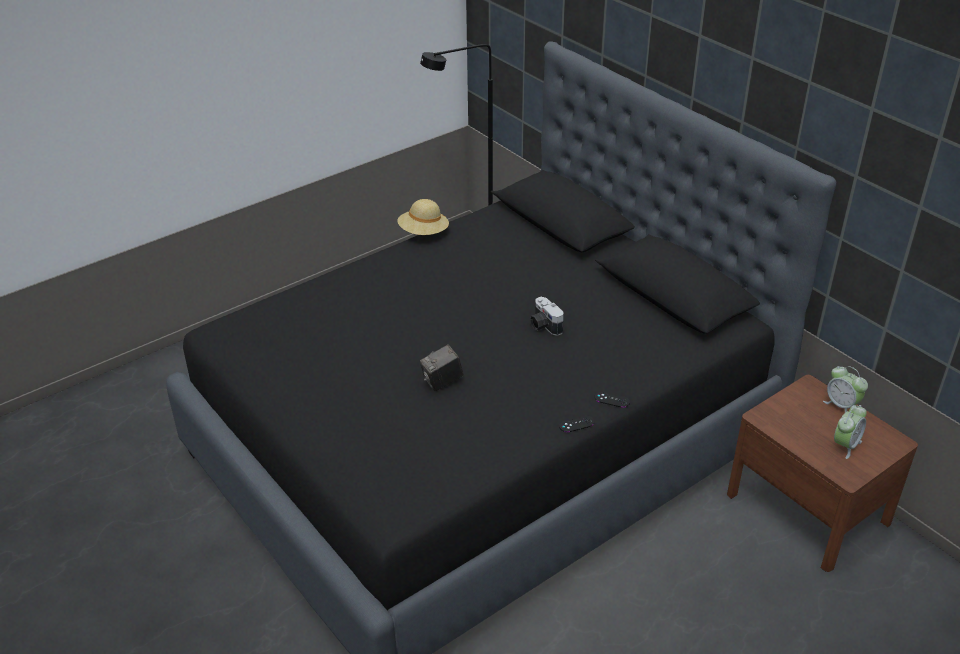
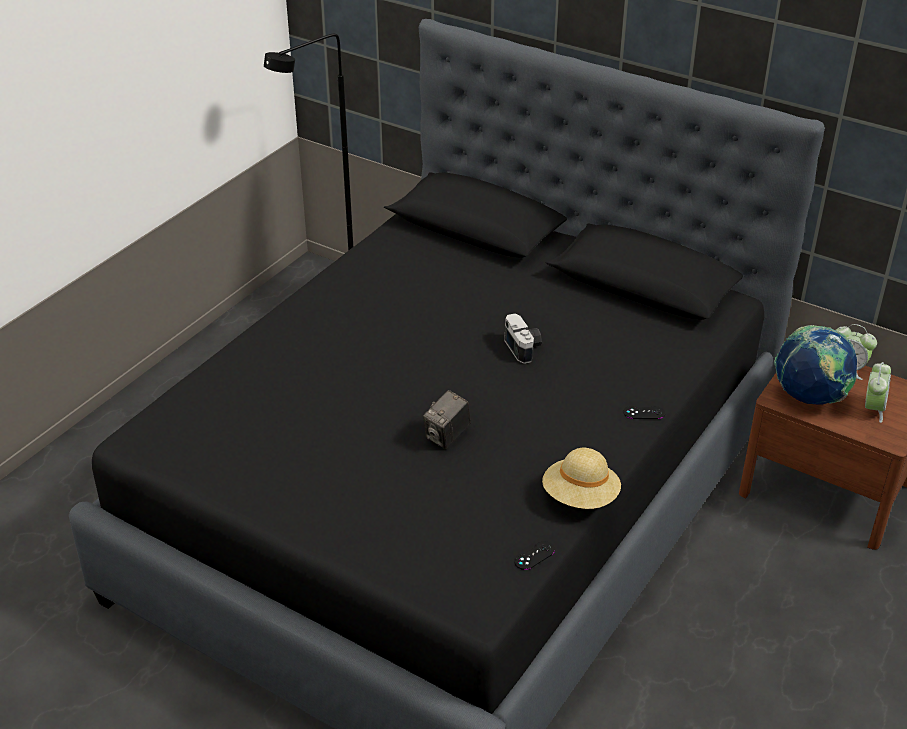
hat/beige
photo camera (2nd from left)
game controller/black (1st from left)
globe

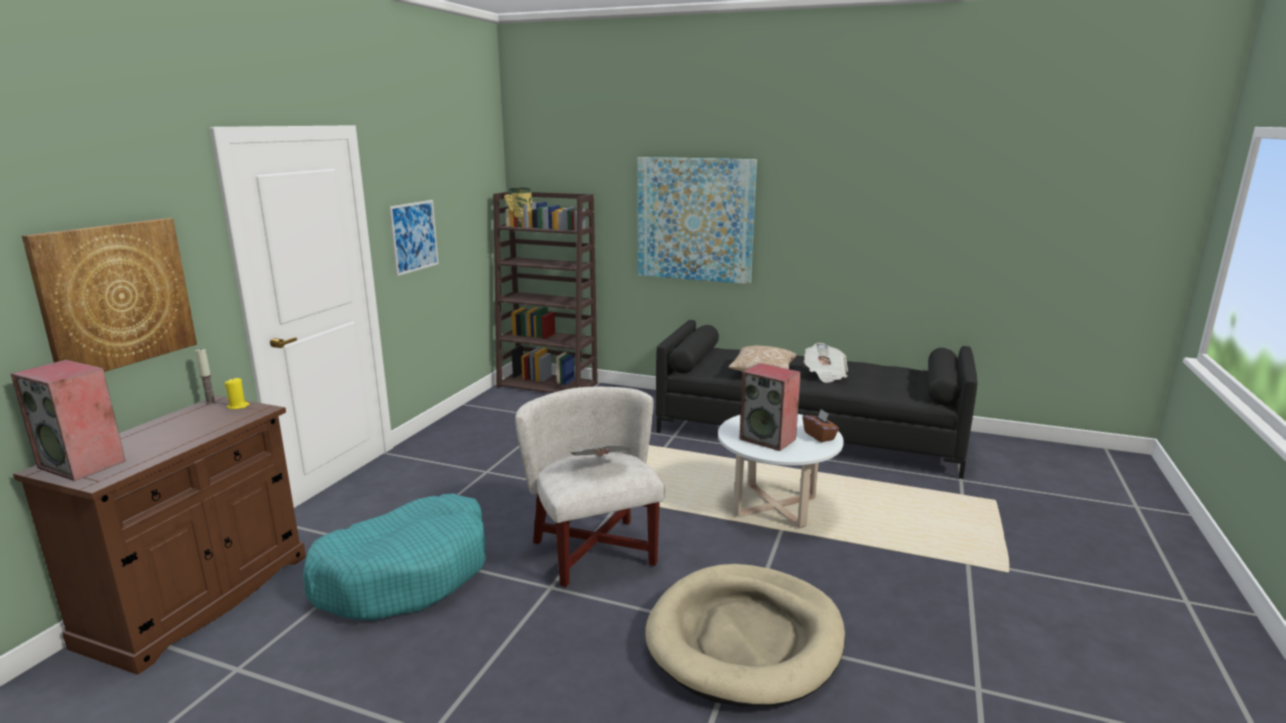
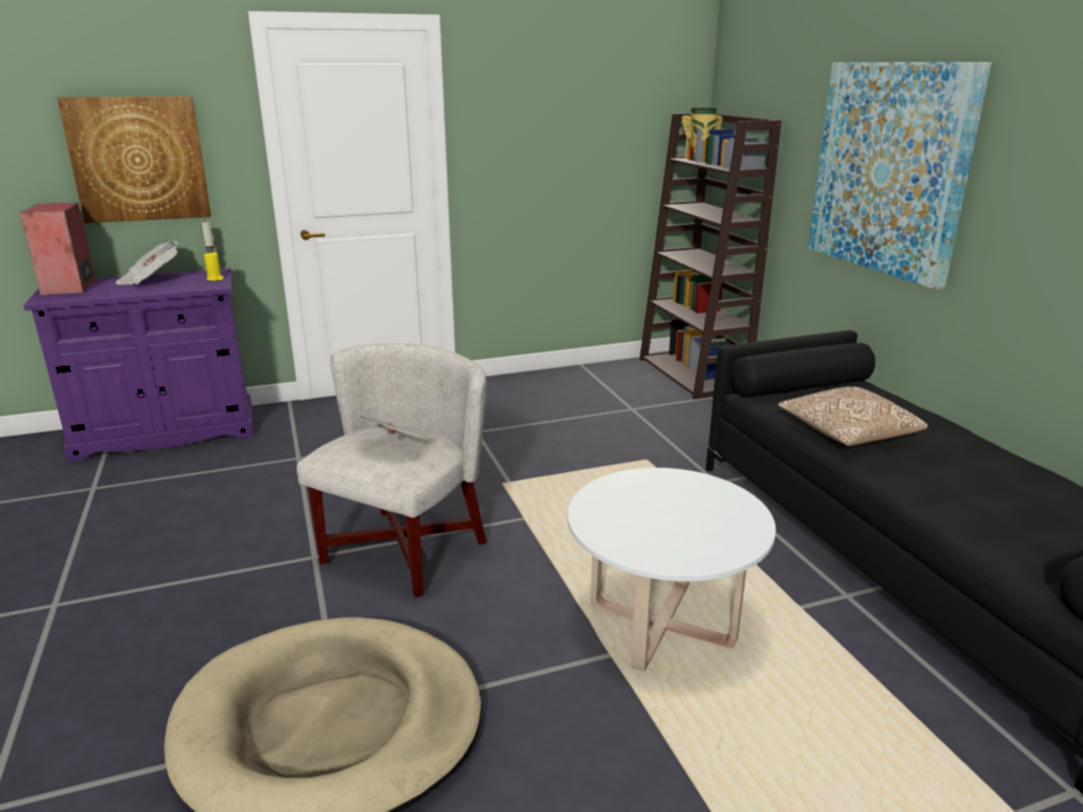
picture (2nd from left in the first image)
newspaper (1st from left)
speaker (2nd from left in the first image)
cabinet/purple
tissue box/brown
dog bed/turquoise

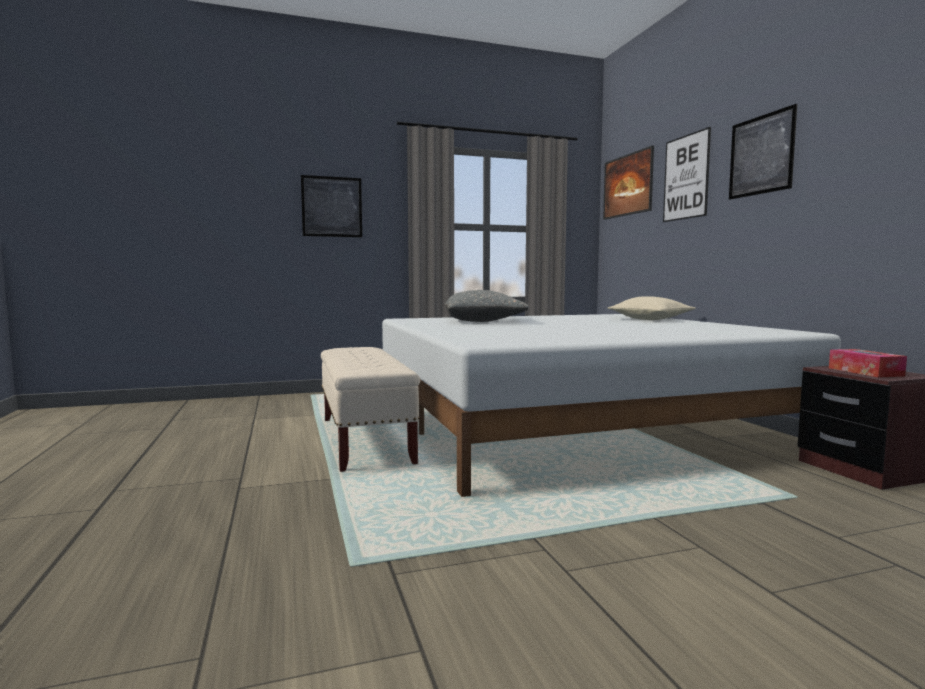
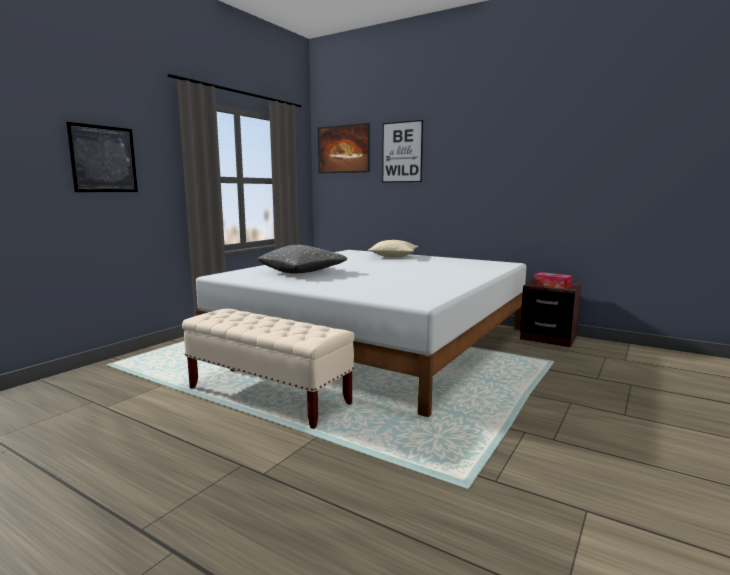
picture (4th from left in the first image)

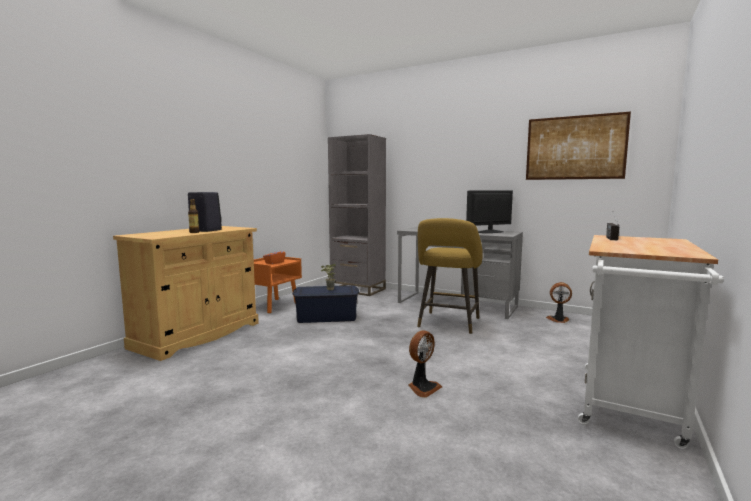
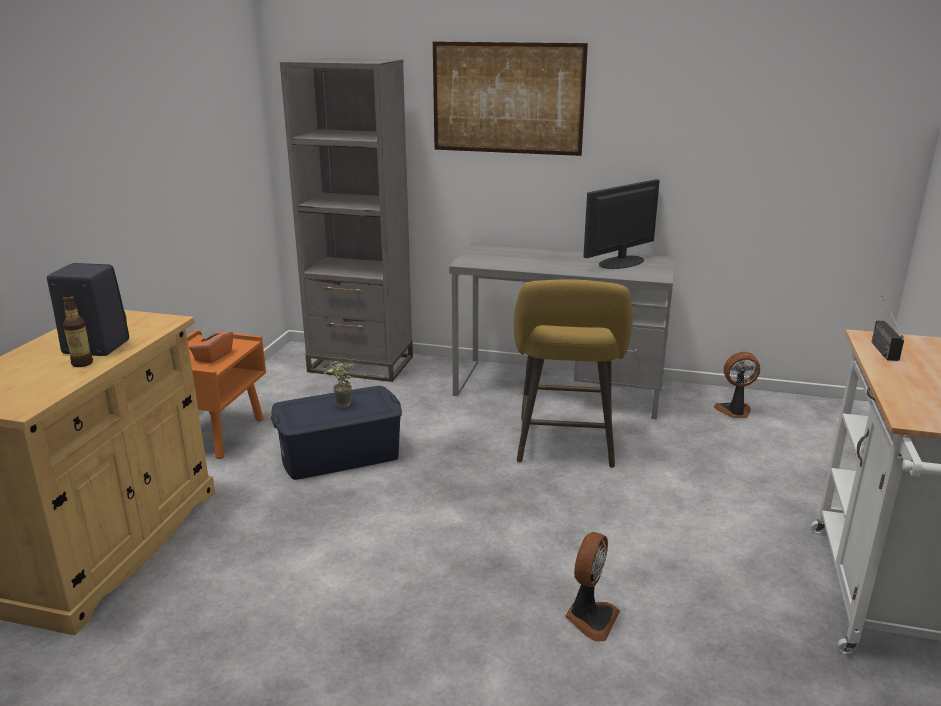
picture

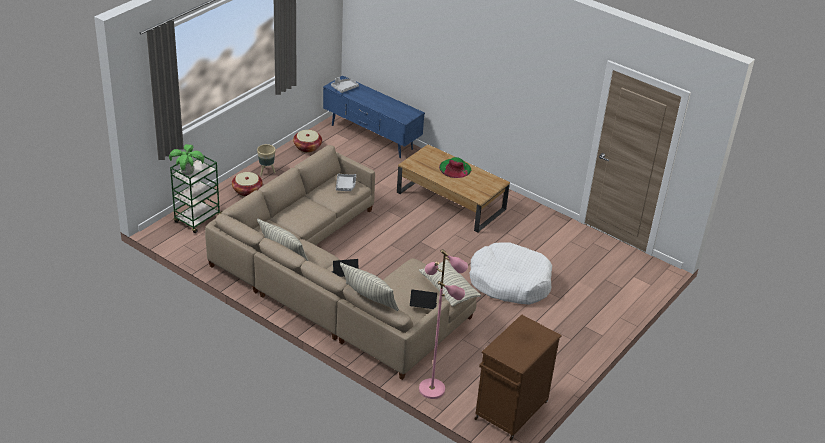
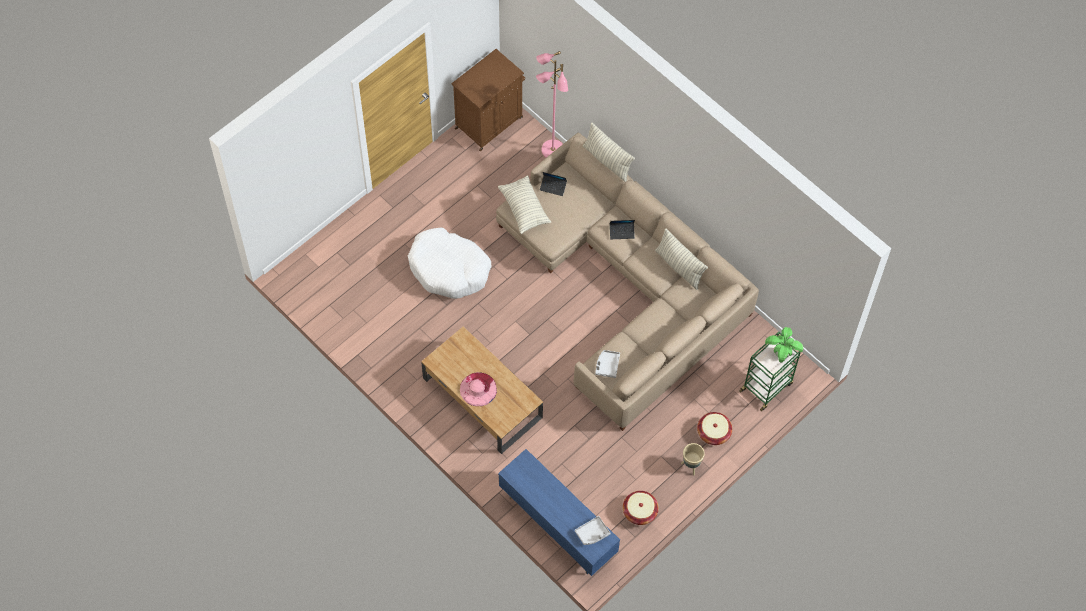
hat/pink

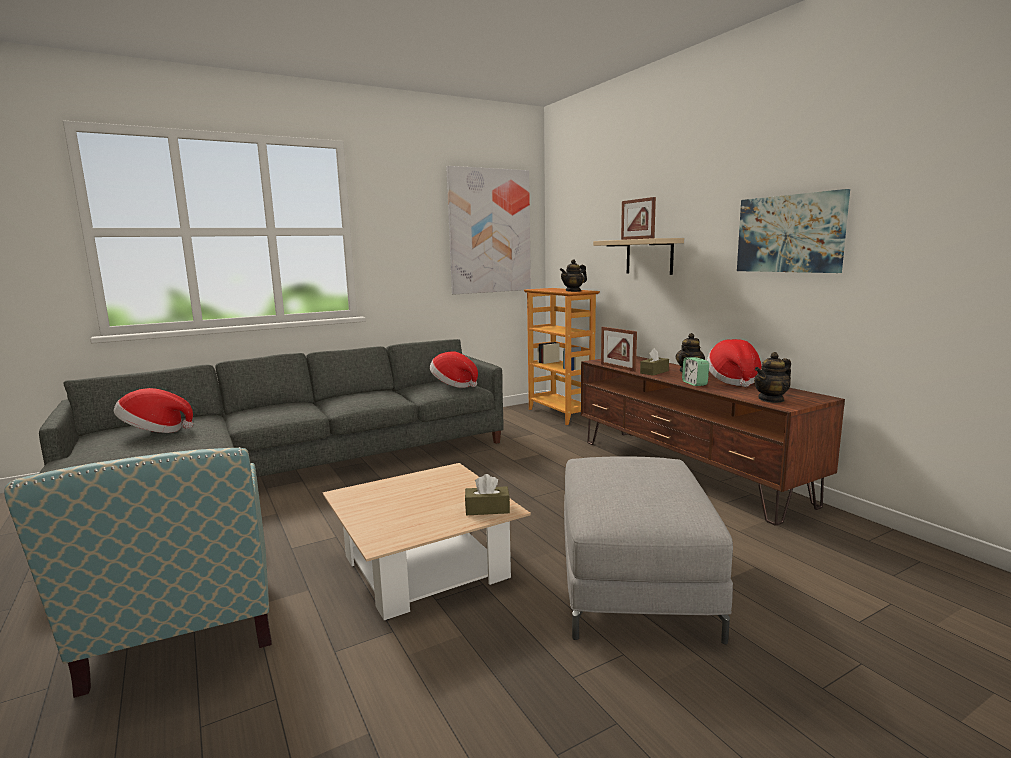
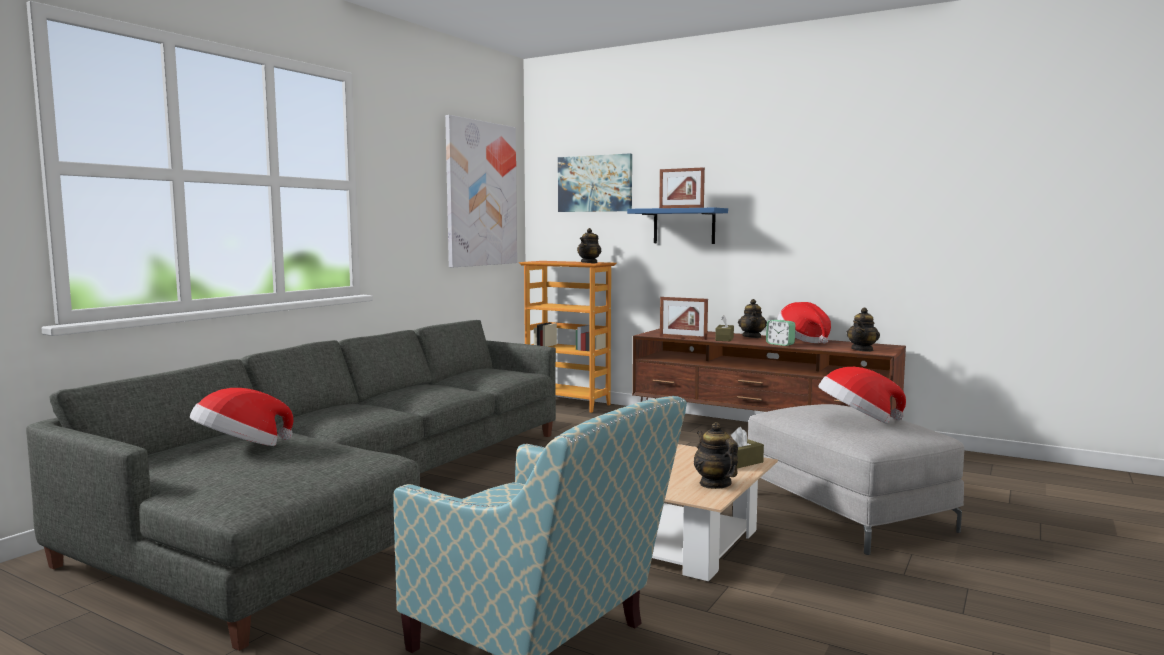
picture (2nd from left)
shelf/blue
hat (3rd from left)
teapot (2nd from left)

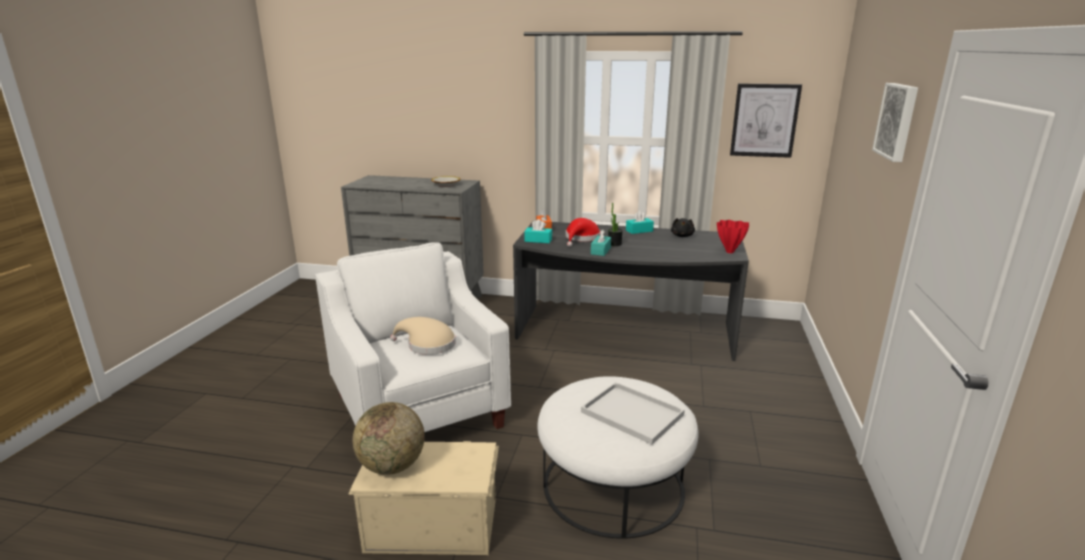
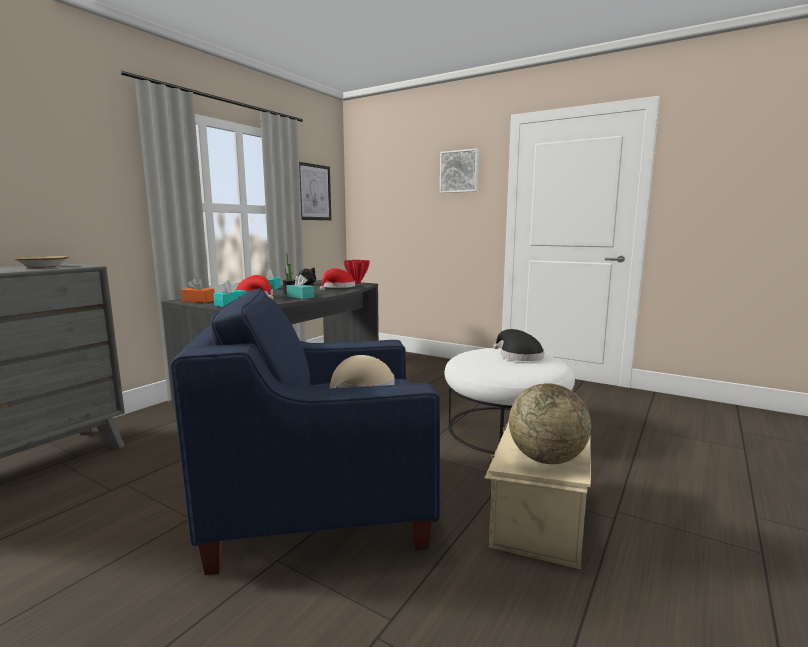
armchair/blue
hat/black
hat/red (2nd from left)

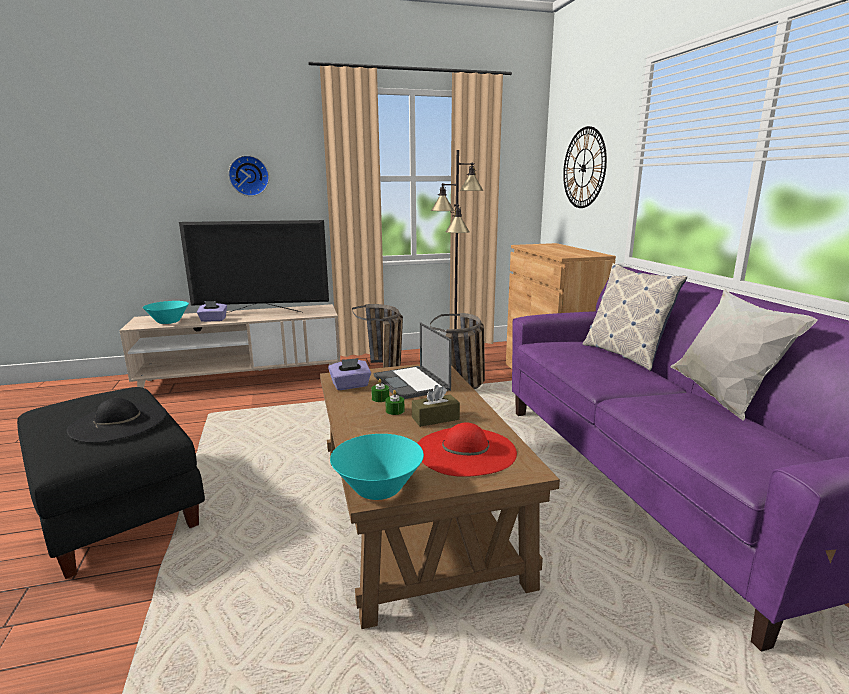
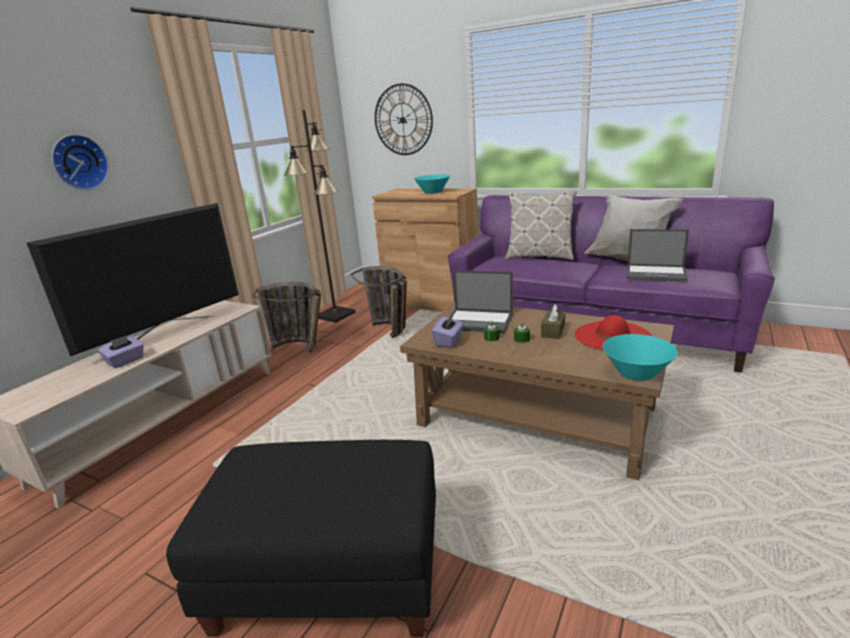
bowl/turquoise (1st from left)
hat/black
laptop (2nd from left)

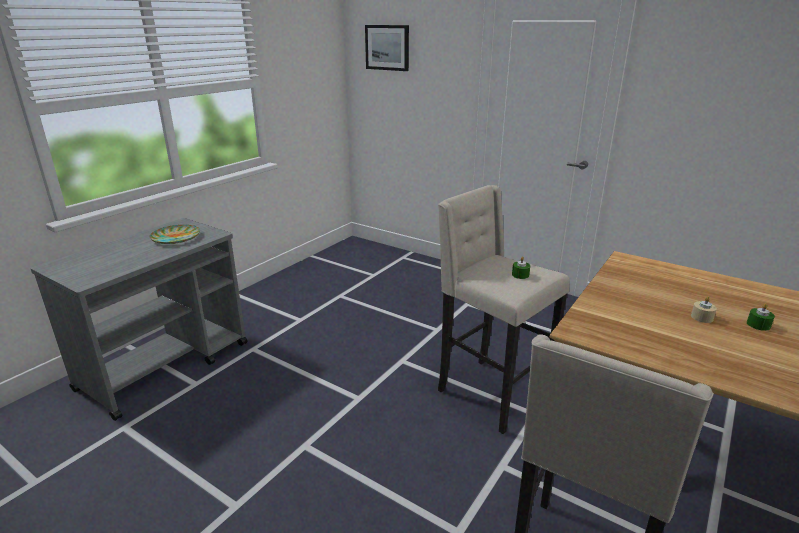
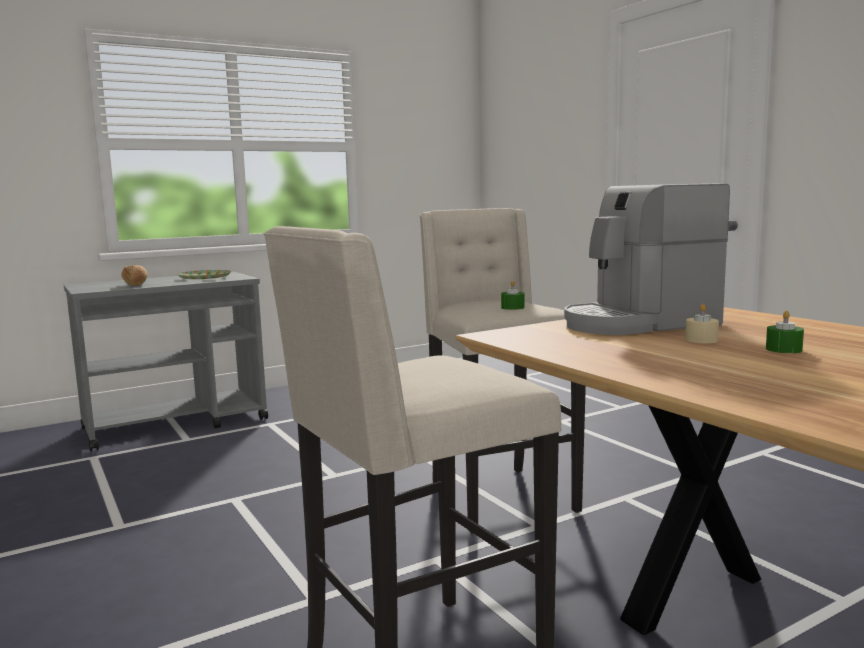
picture
coffee machine
bread

